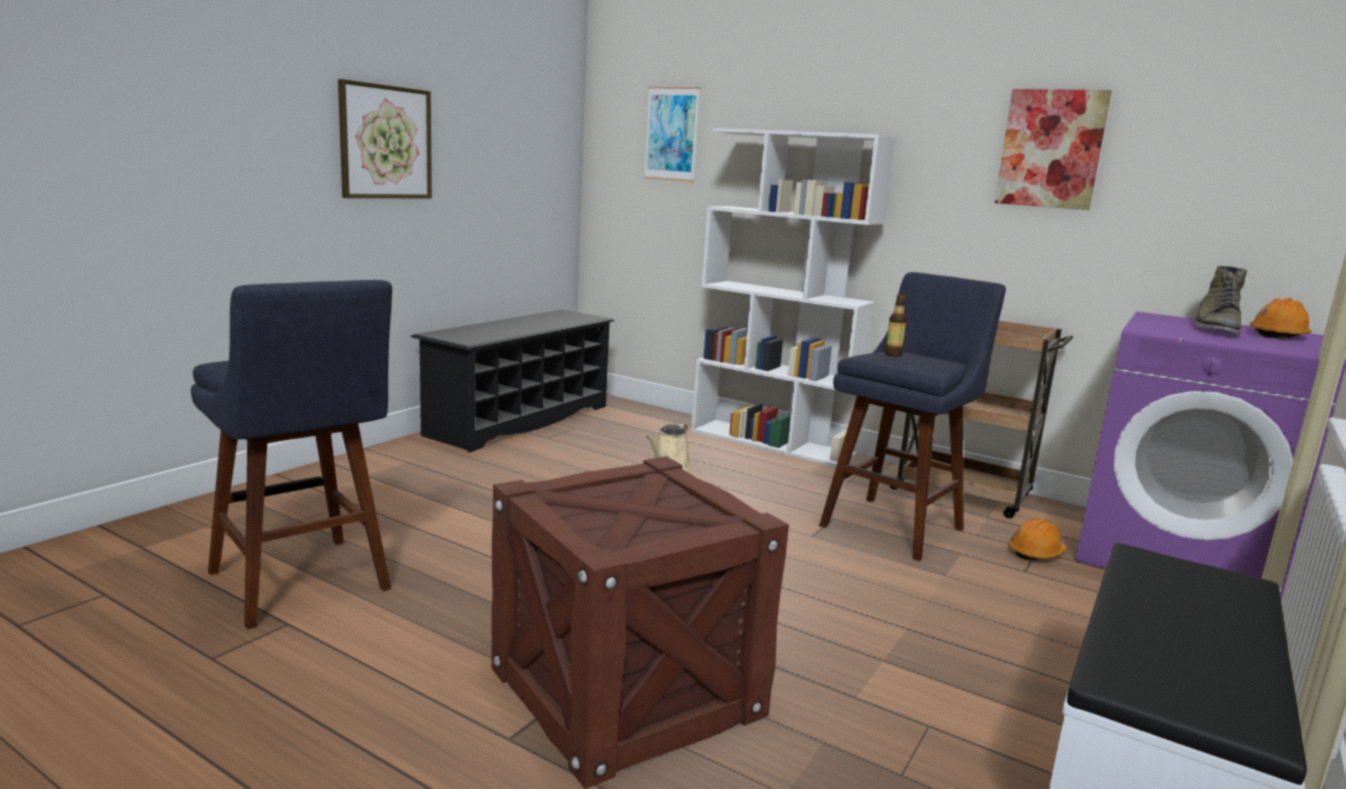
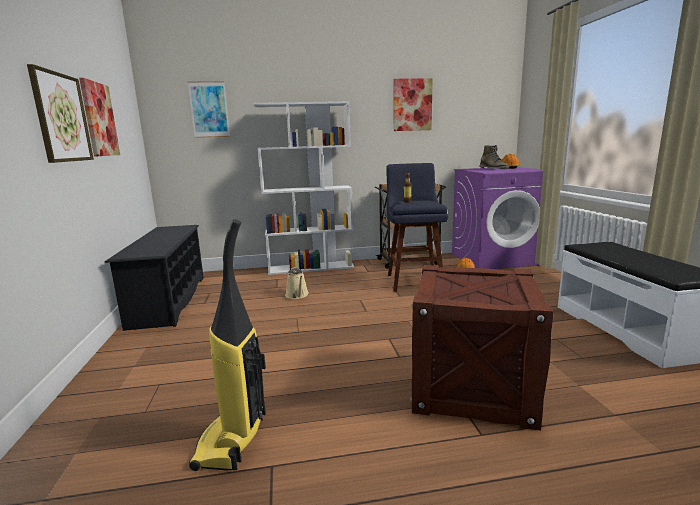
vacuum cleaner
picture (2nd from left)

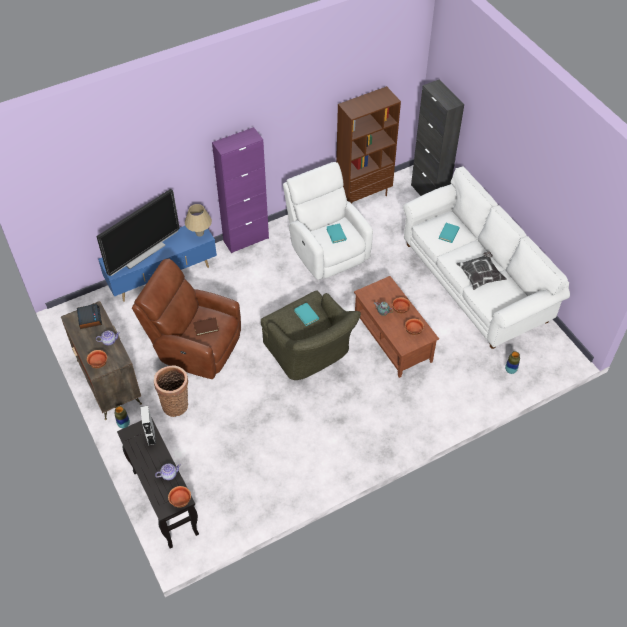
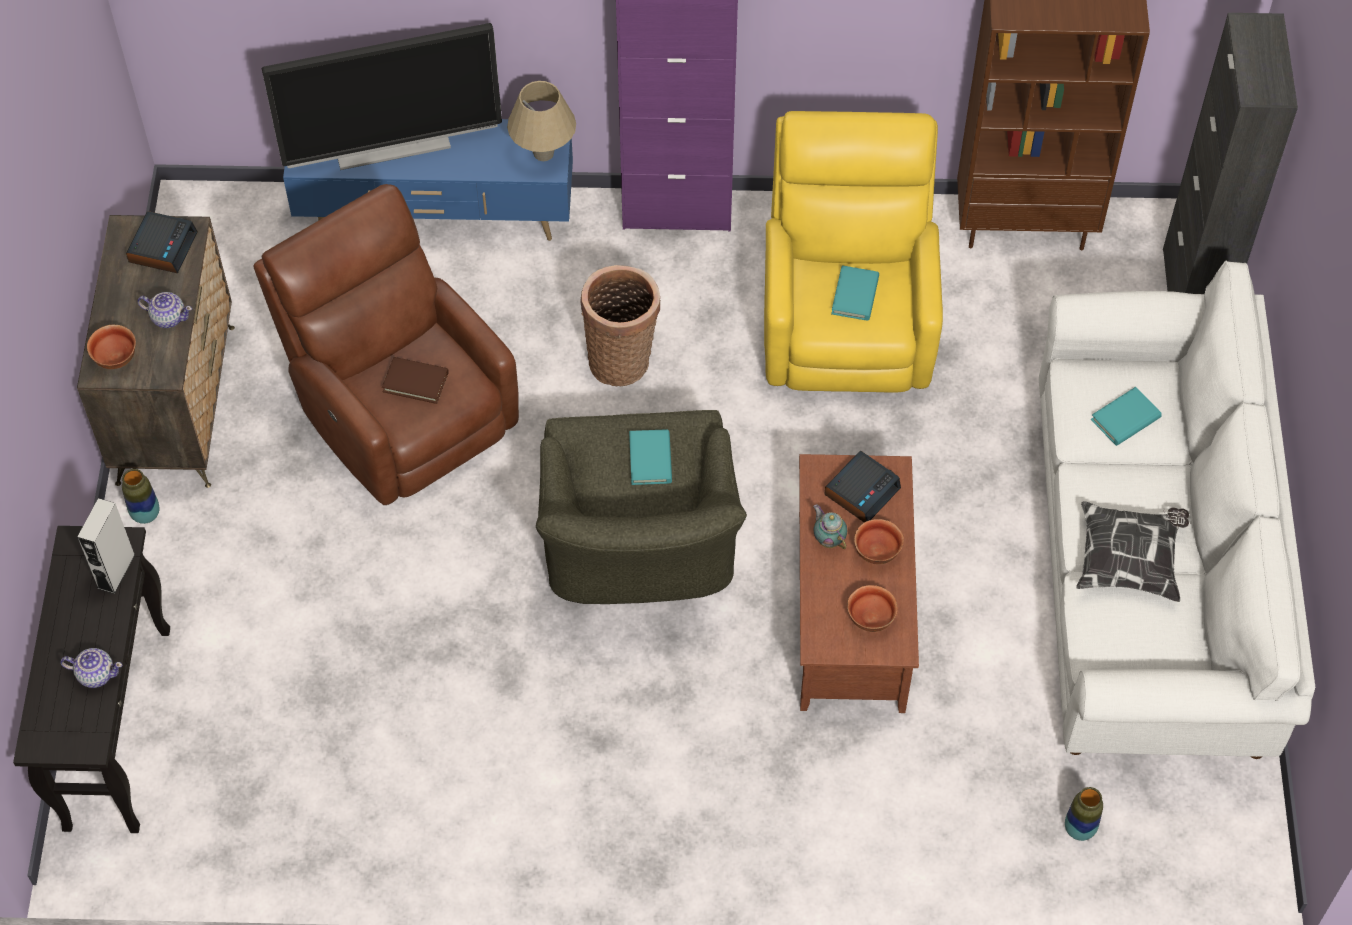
armchair/yellow
basket
bowl (2nd from left in the first image)
alarm clock (2nd from left)

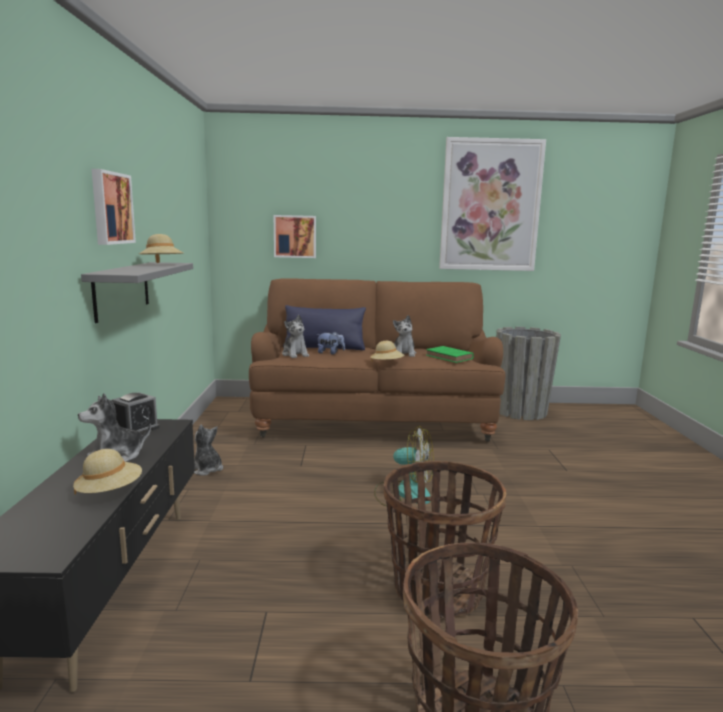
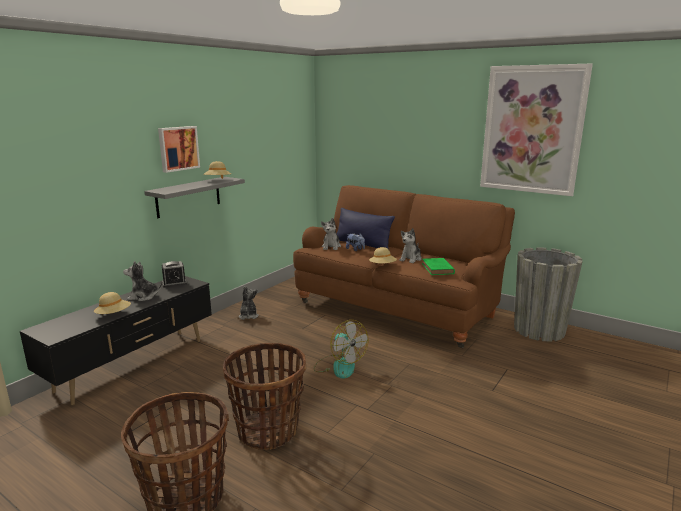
picture (2nd from left in the first image)

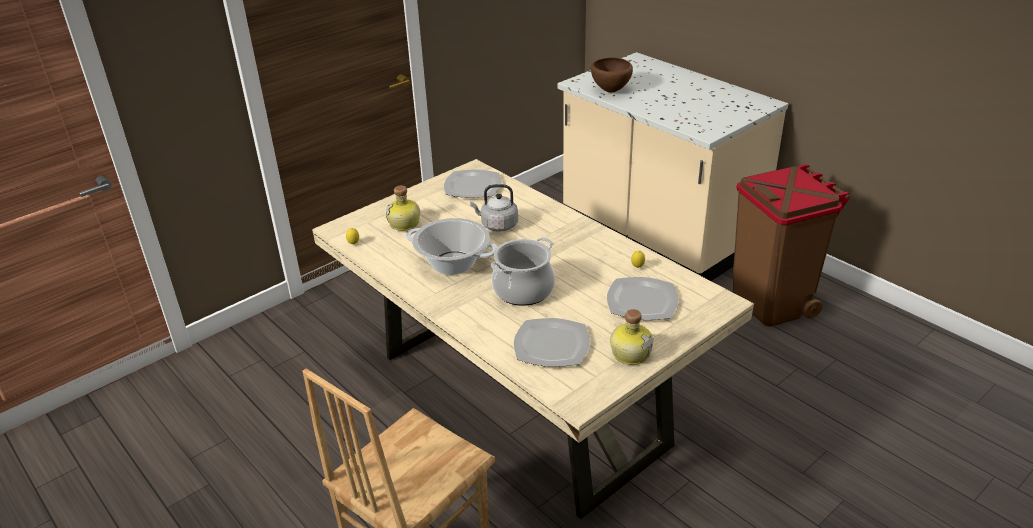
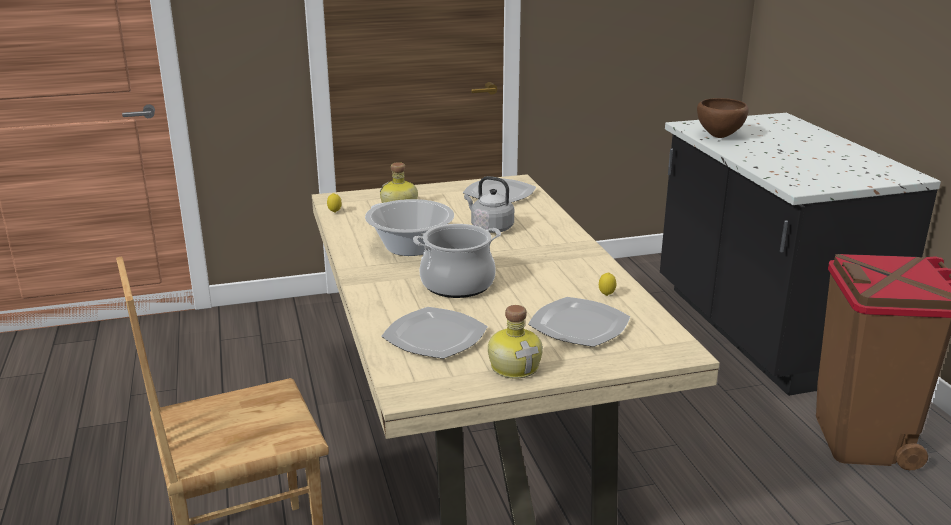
counter/black

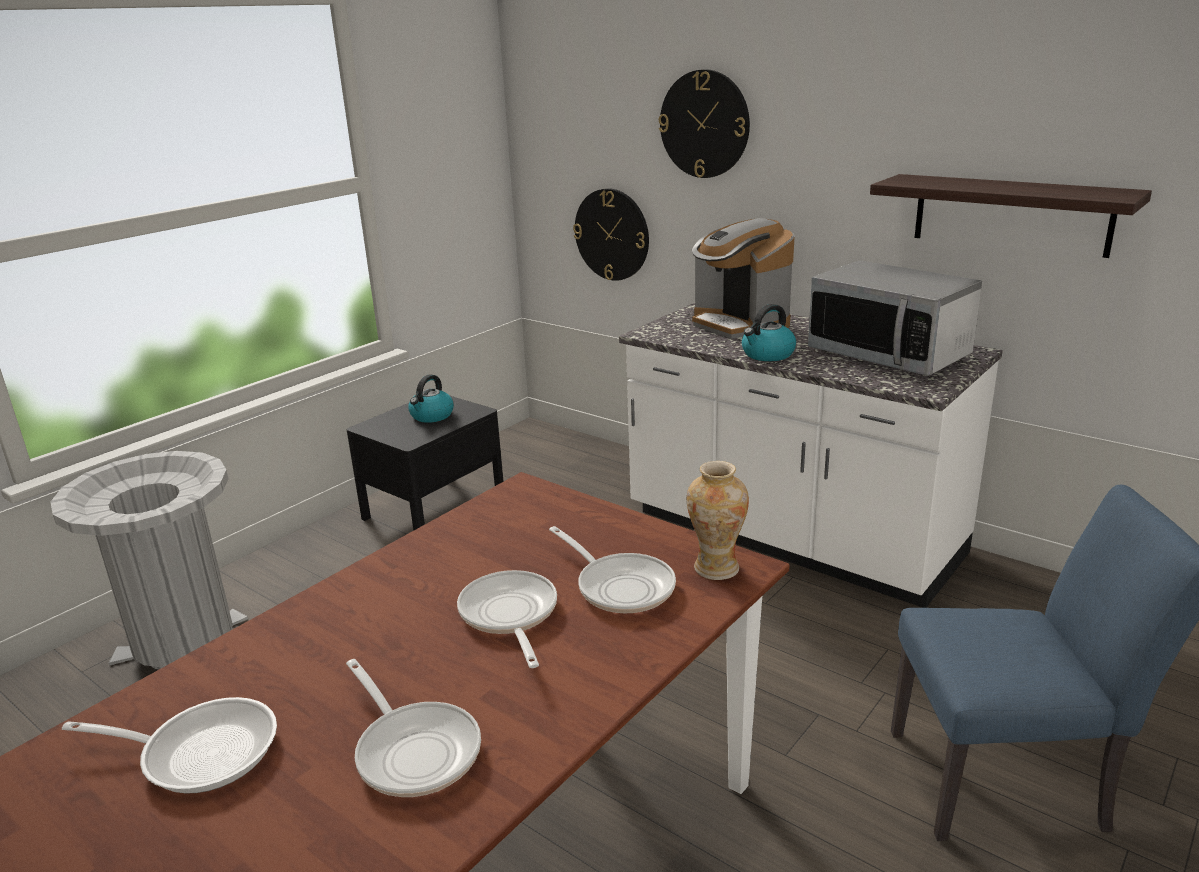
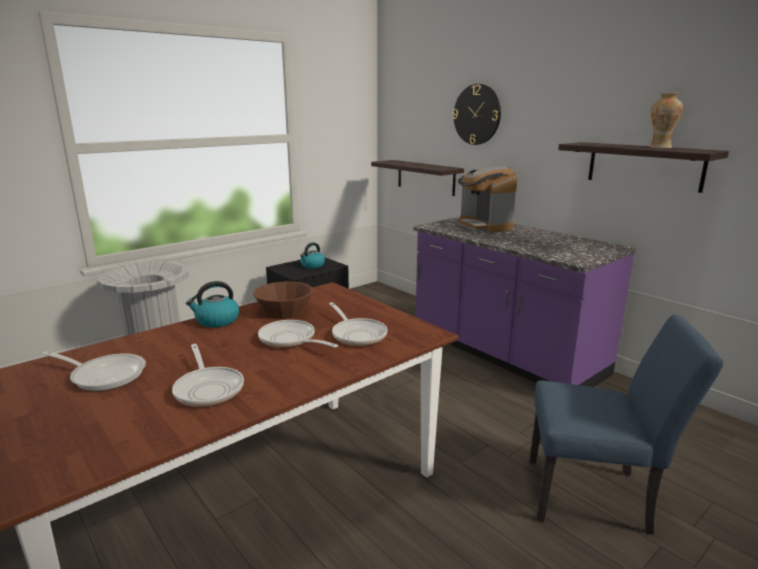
shelf (1st from left)
microwave
counter/purple
kettle (1st from left)
vase
frying pan (3rd from left)
bowl/brown

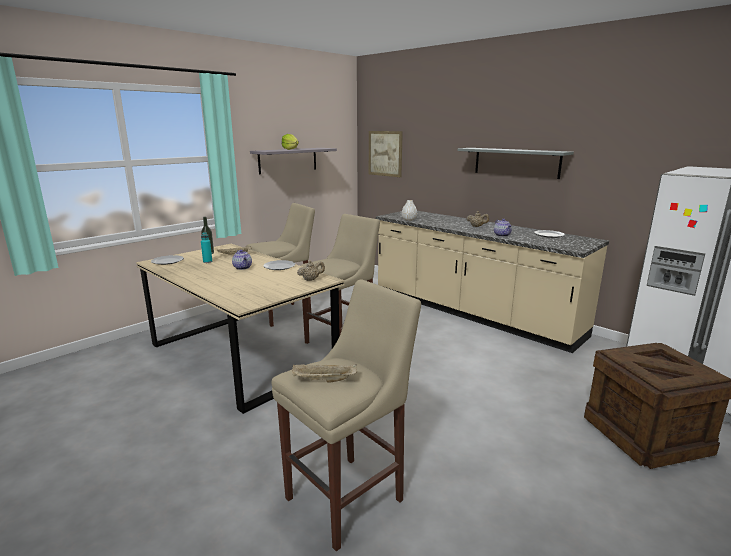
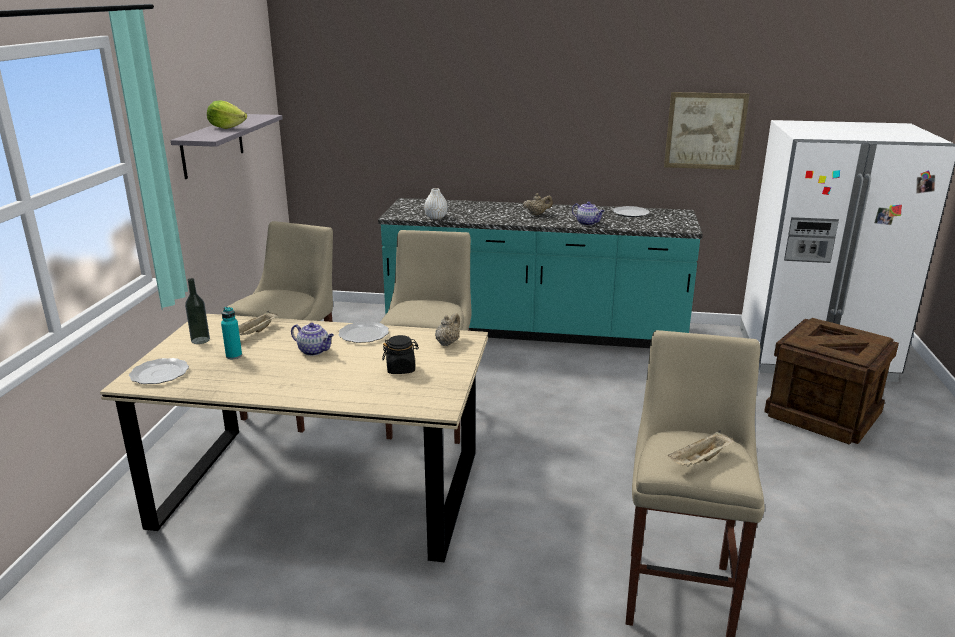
picture
shelf/grey (2nd from left in the first image)
counter/turquoise
jar/black

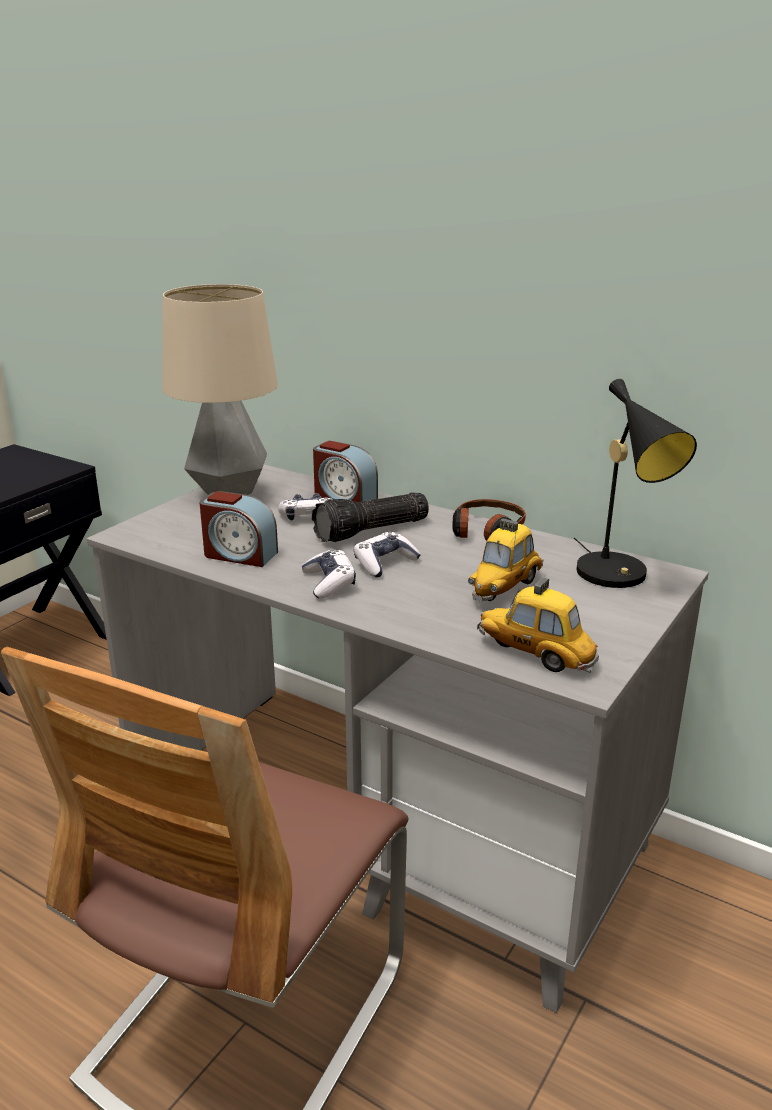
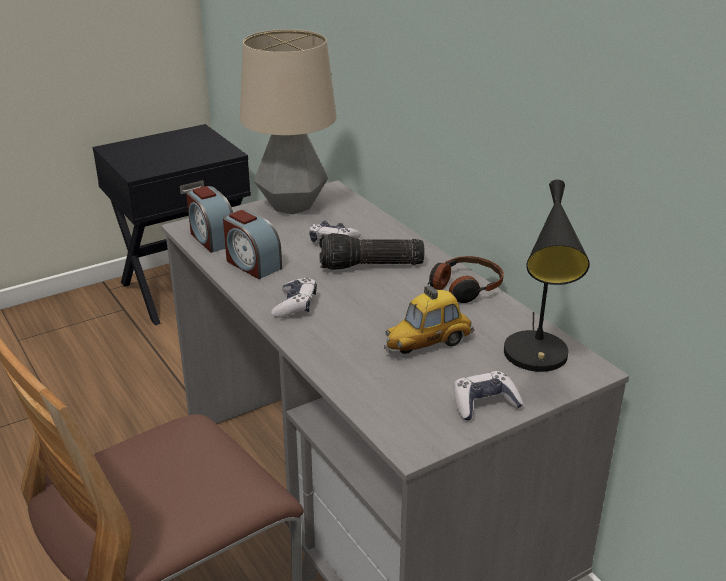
alarm clock (1st from left)
game controller (3rd from left)
toy car (2nd from left in the first image)

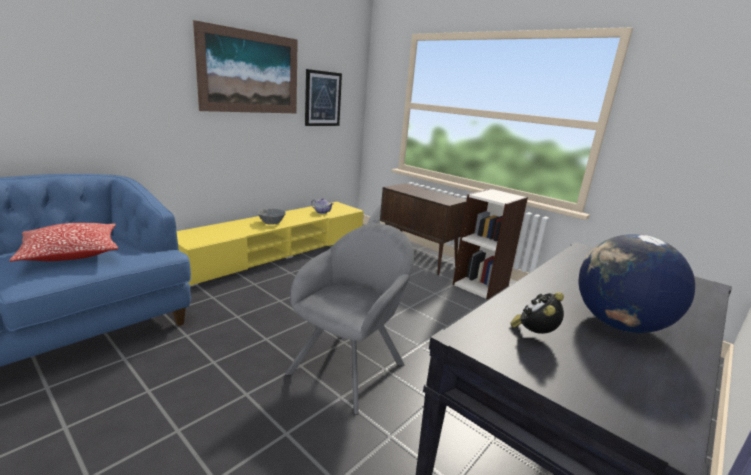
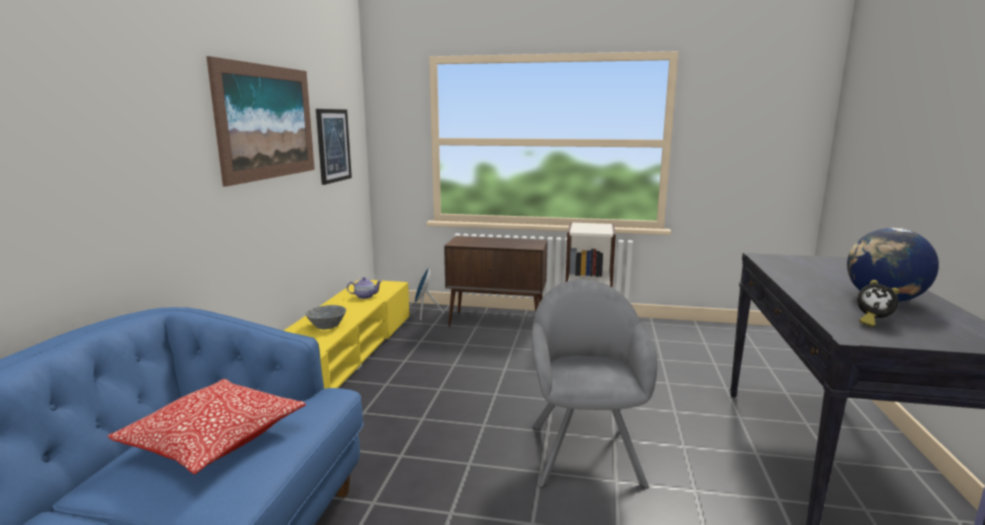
alarm clock

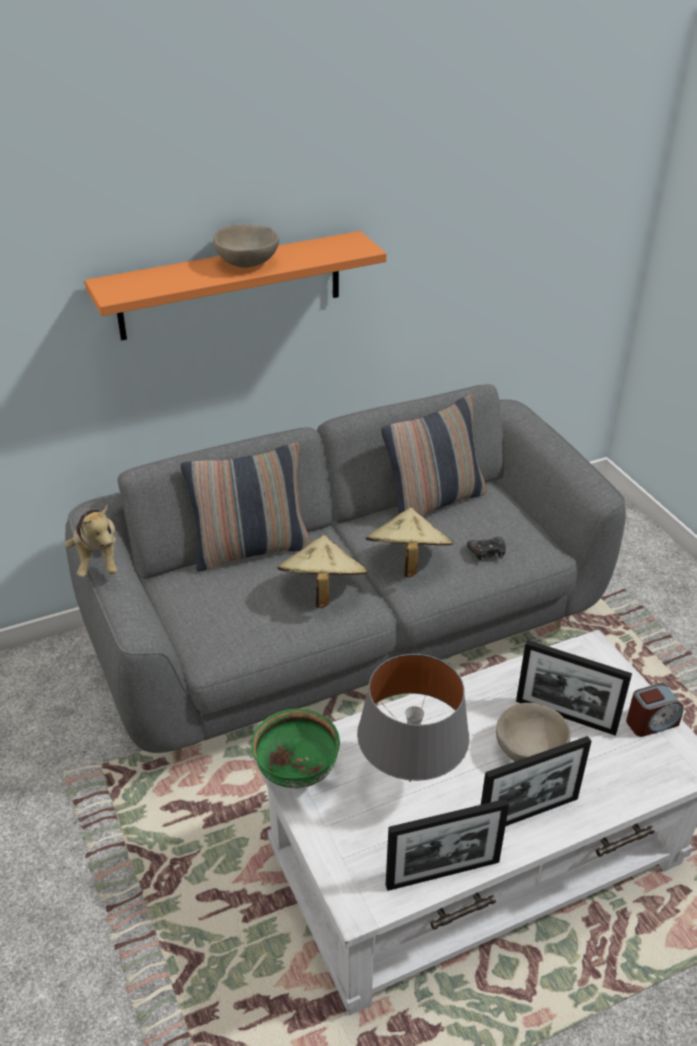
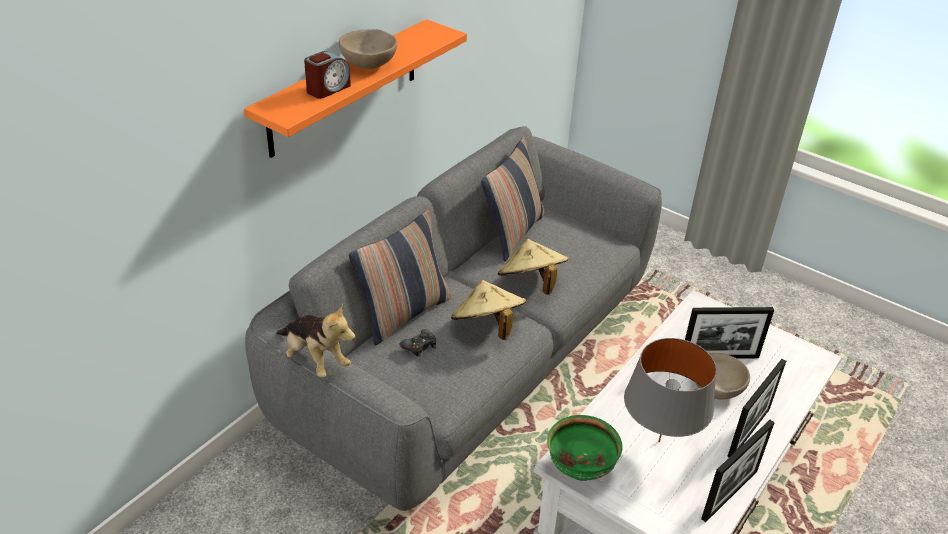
game controller/black
alarm clock

